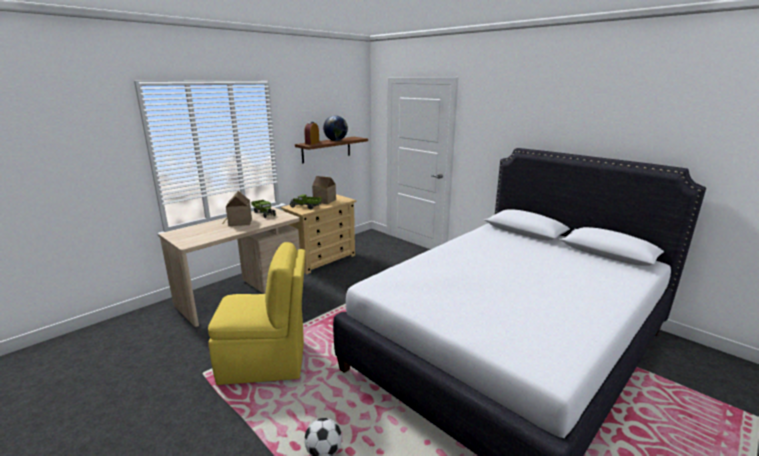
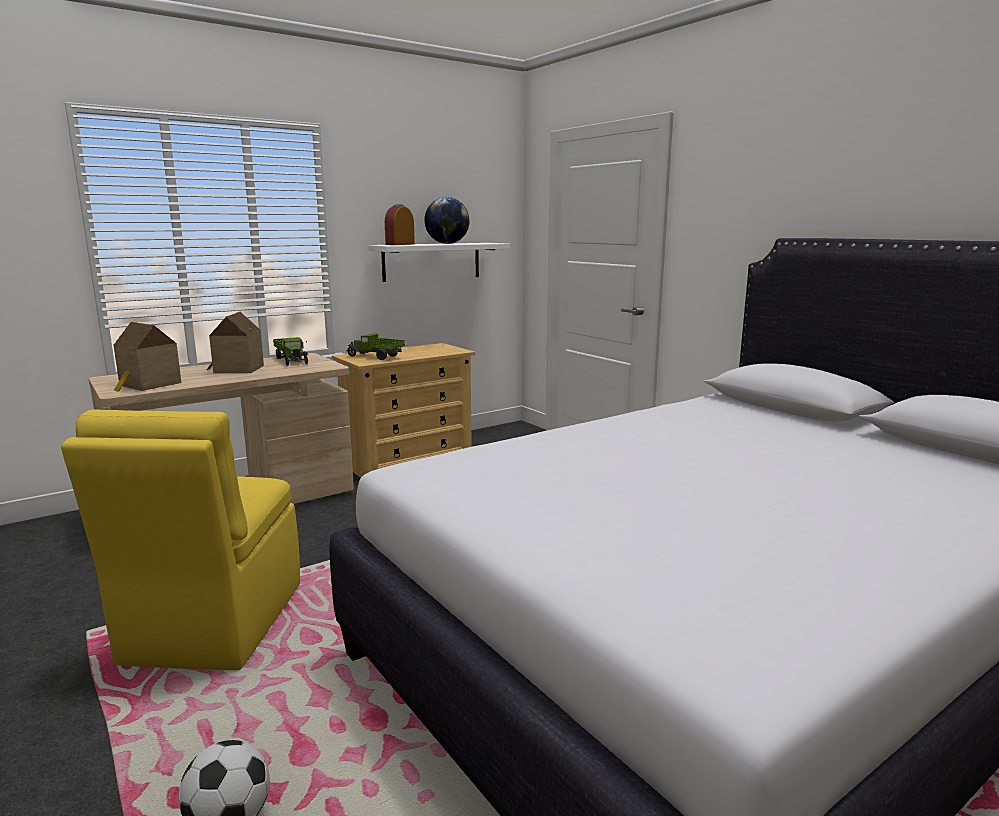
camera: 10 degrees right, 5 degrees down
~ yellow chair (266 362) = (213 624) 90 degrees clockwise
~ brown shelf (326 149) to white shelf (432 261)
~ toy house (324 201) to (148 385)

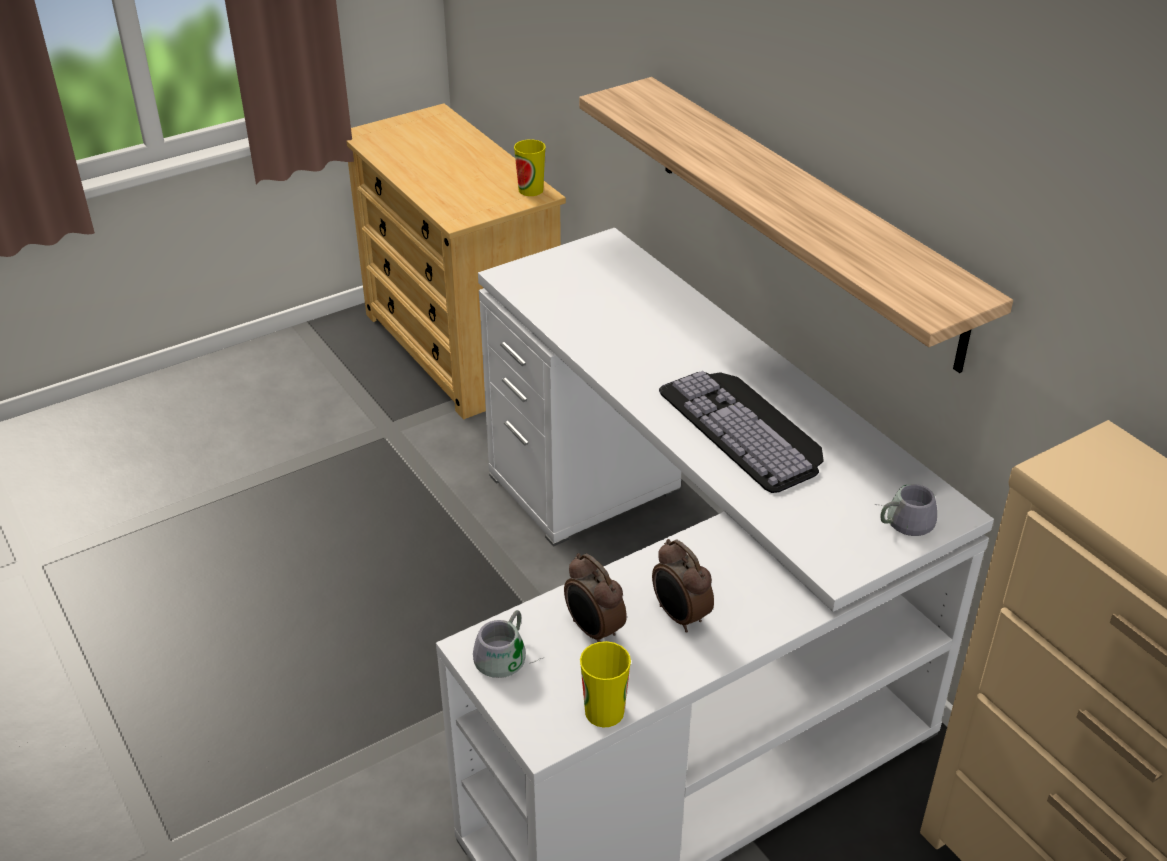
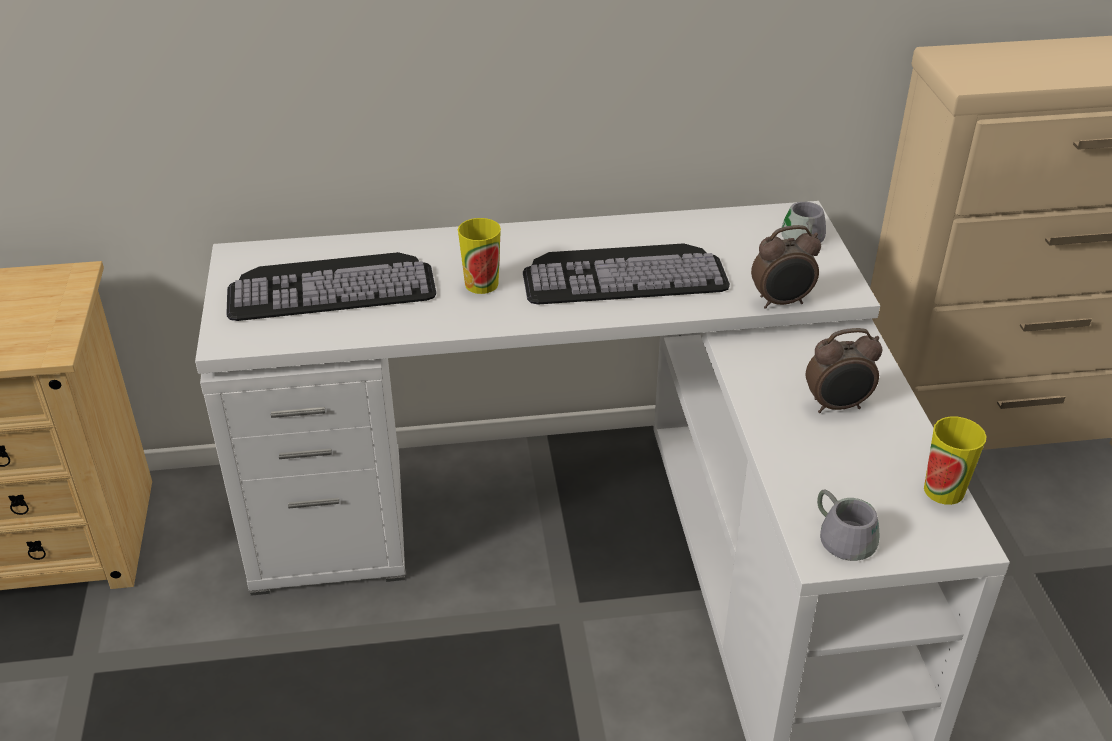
camera: 65 degrees left, 0 degrees up
~ cup (531 190) to (481 284)
~ alarm clock (593 631) to (782 302)
- shelf (803 217)
+ keyboard (333 285)

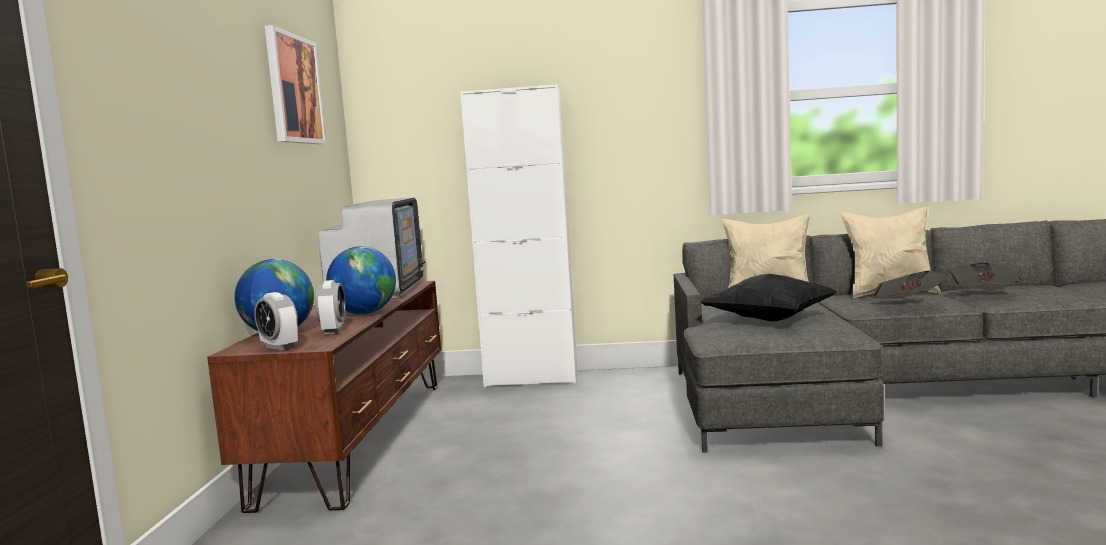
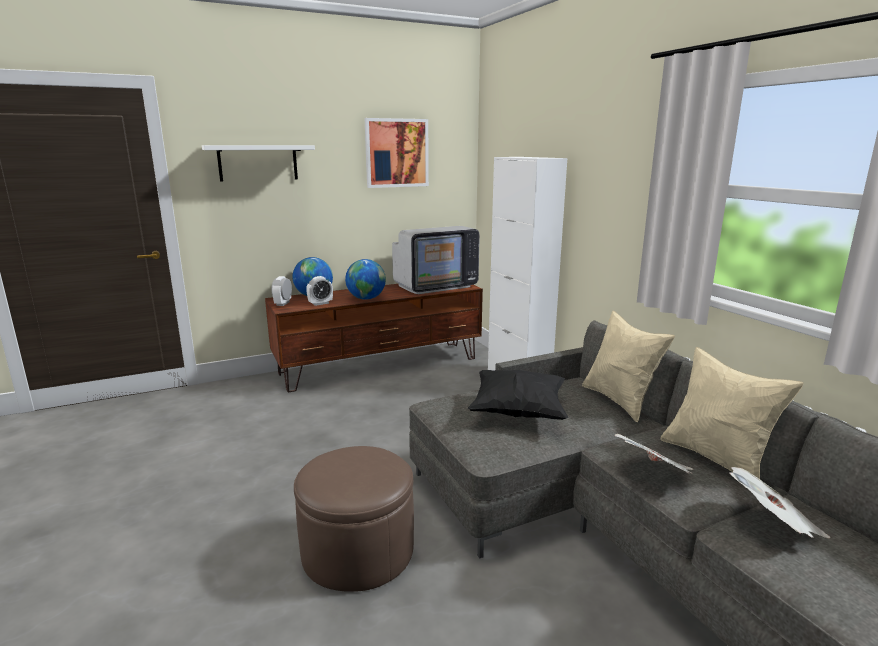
camera: 60 degrees right, 10 degrees up
+ white shelf (258 162)
+ brown ottoman (358 550)

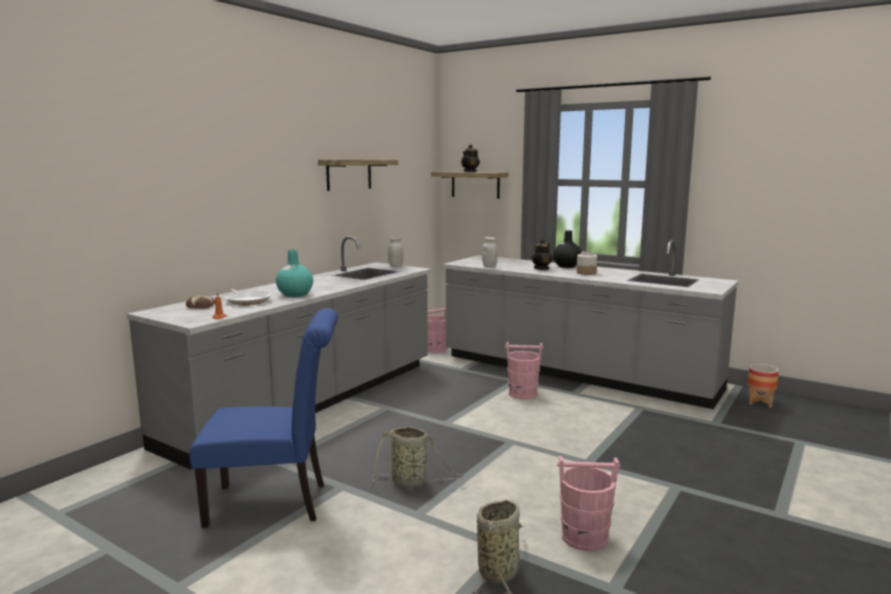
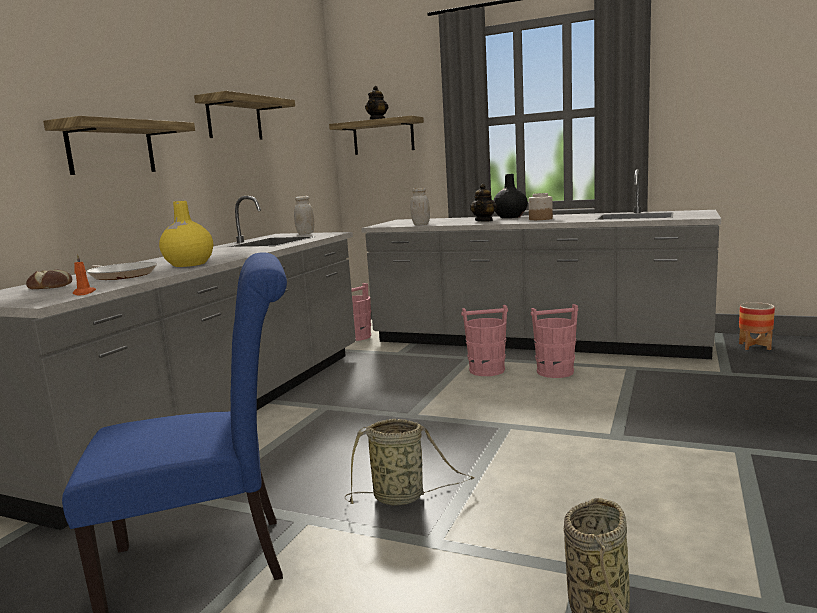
camera: 10 degrees left, 0 degrees up
~ turquoise vase (294 294) to yellow vase (188 264)
~ pink bucket (585 537) to (555 372)
+ shelf (111 148)

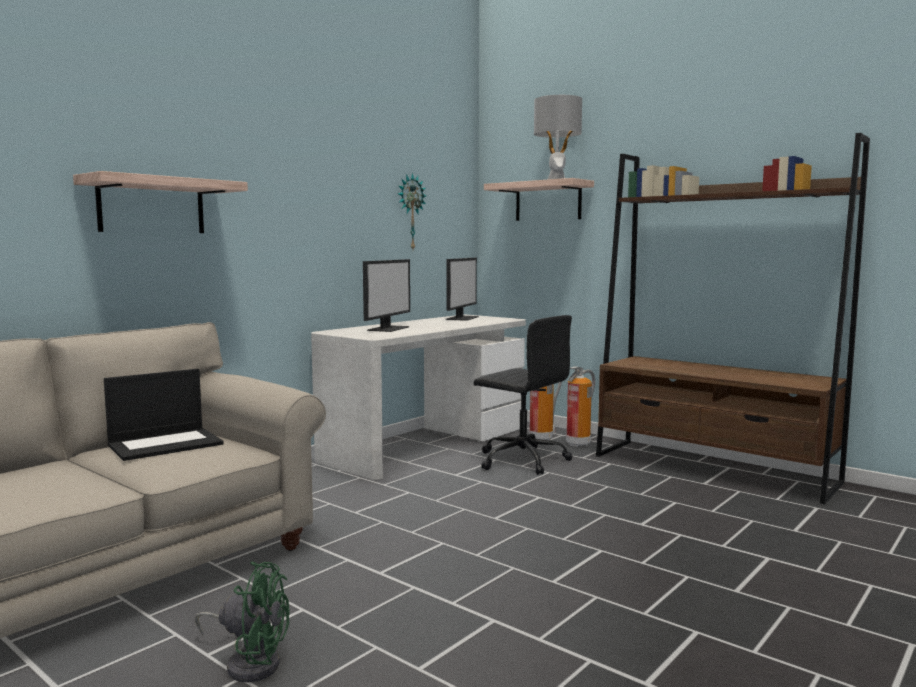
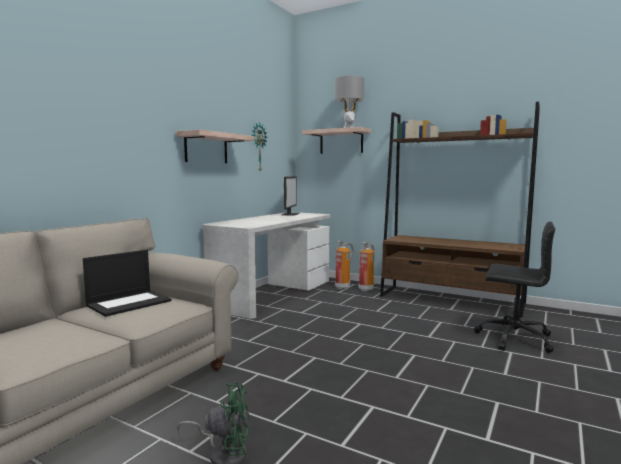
camera: 10 degrees left, 0 degrees up
~ shelf (152 206) to (206 148)
- monitor (388 328)
~ black office chair (521 460) to (513 338)

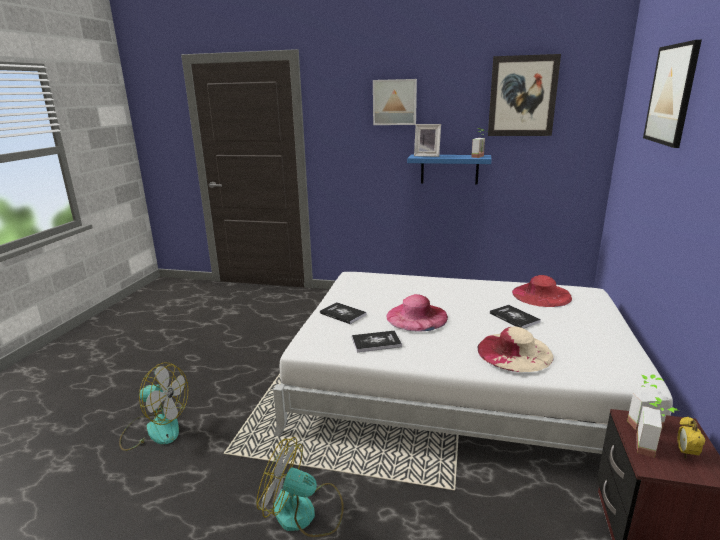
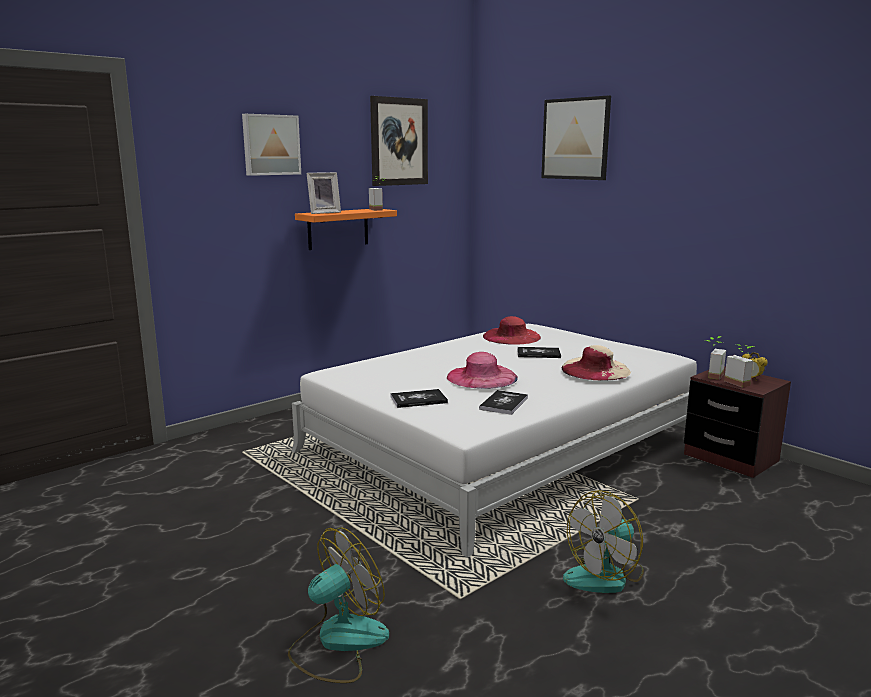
camera: 55 degrees left, 5 degrees down
~ blue shelf (449 169) to orange shelf (338 229)

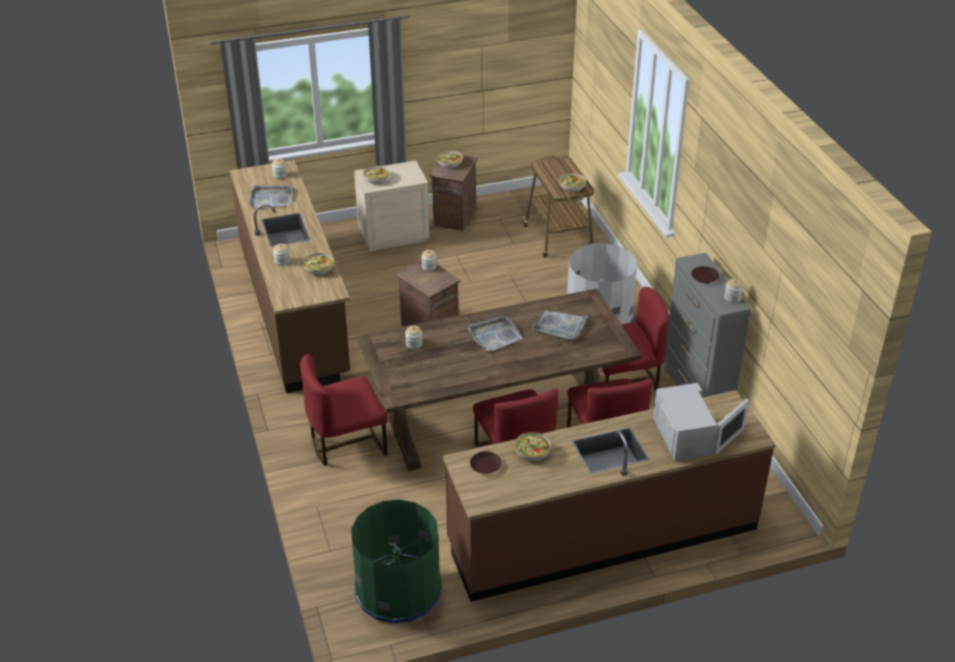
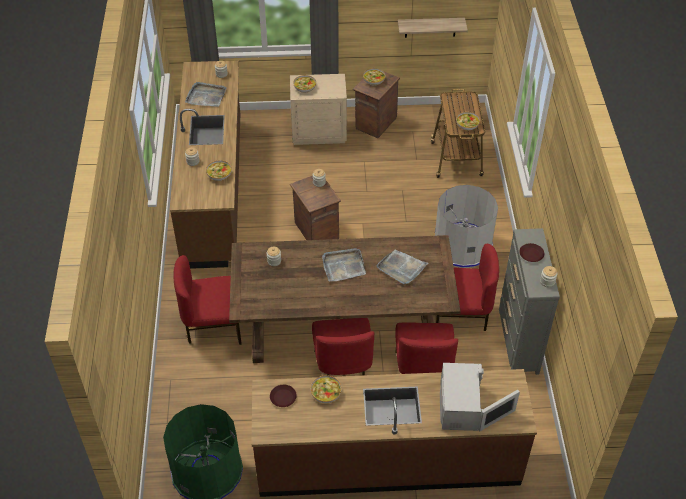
camera: 15 degrees right, 10 degrees up
+ shelf (430 27)

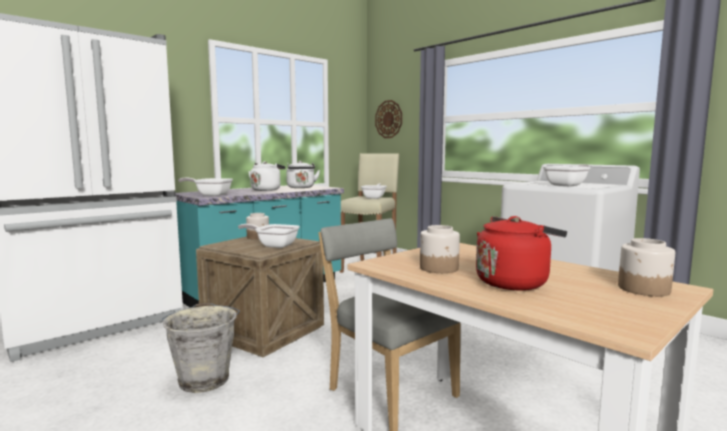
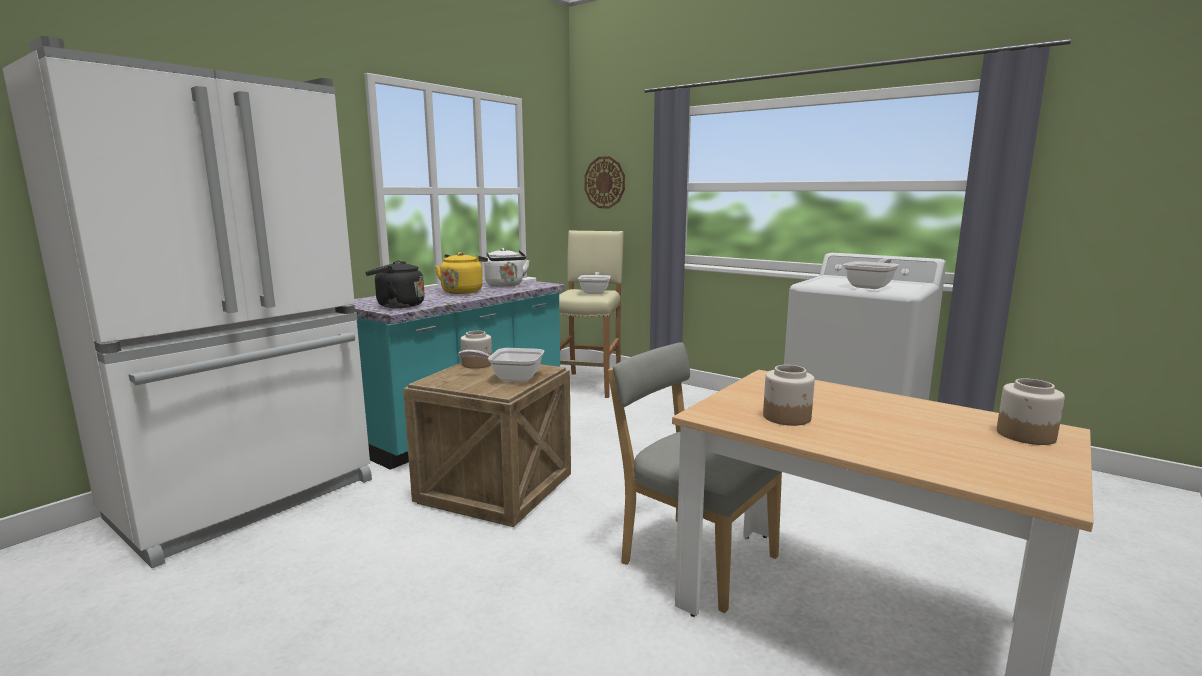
camera: 10 degrees left, 5 degrees up
- grey bucket (204 379)
~ frying pan (210 195) to black kettle (397 306)
~ white kettle (266 190) to yellow kettle (463 291)
- red kettle (514 282)

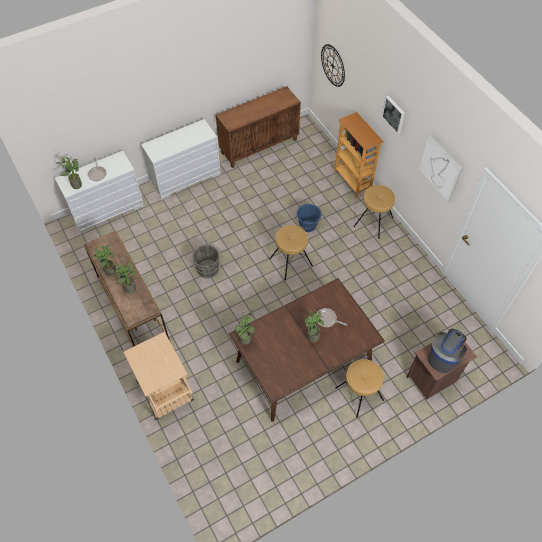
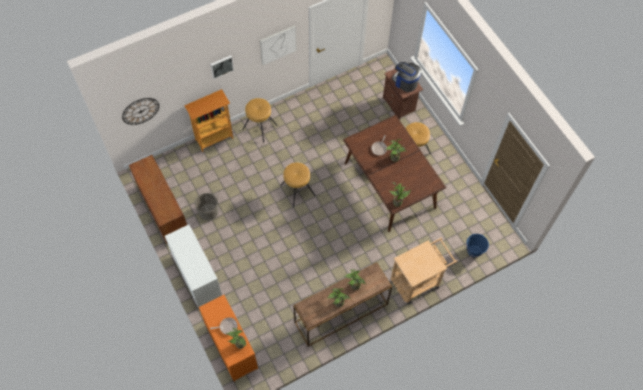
camera: 90 degrees left, 5 degrees up
~ white dresser (107 209) to orange dresser (231 346)
~ grey bucket (209 269) to (208 210)
~ blue bucket (308 226) to (474 251)

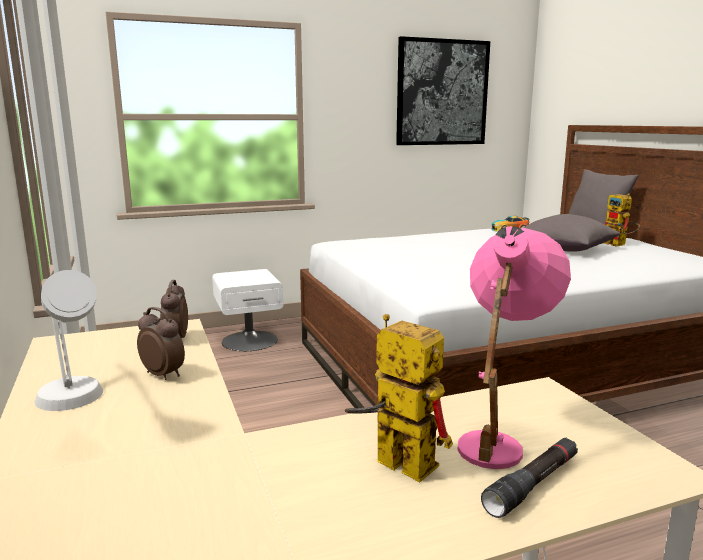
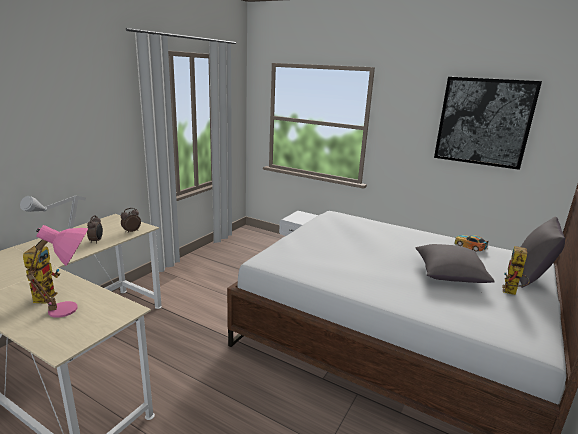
camera: 50 degrees right, 5 degrees up
- black flashlight (532 485)

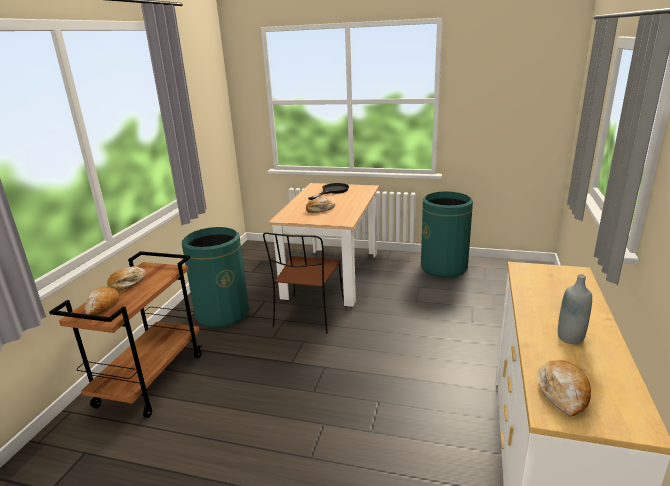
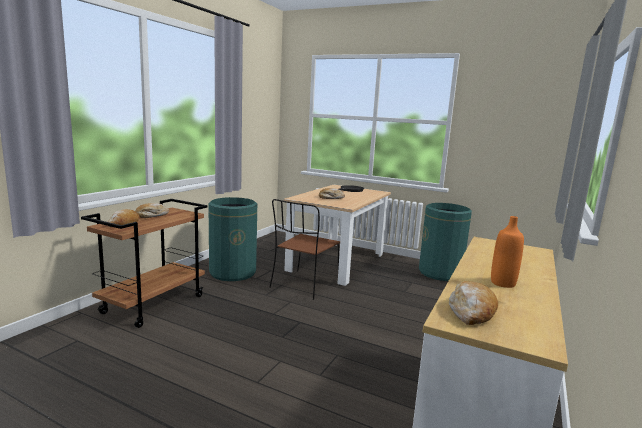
camera: 10 degrees right, 10 degrees down
~ grey bottle (570 337) to orange bottle (502 283)

